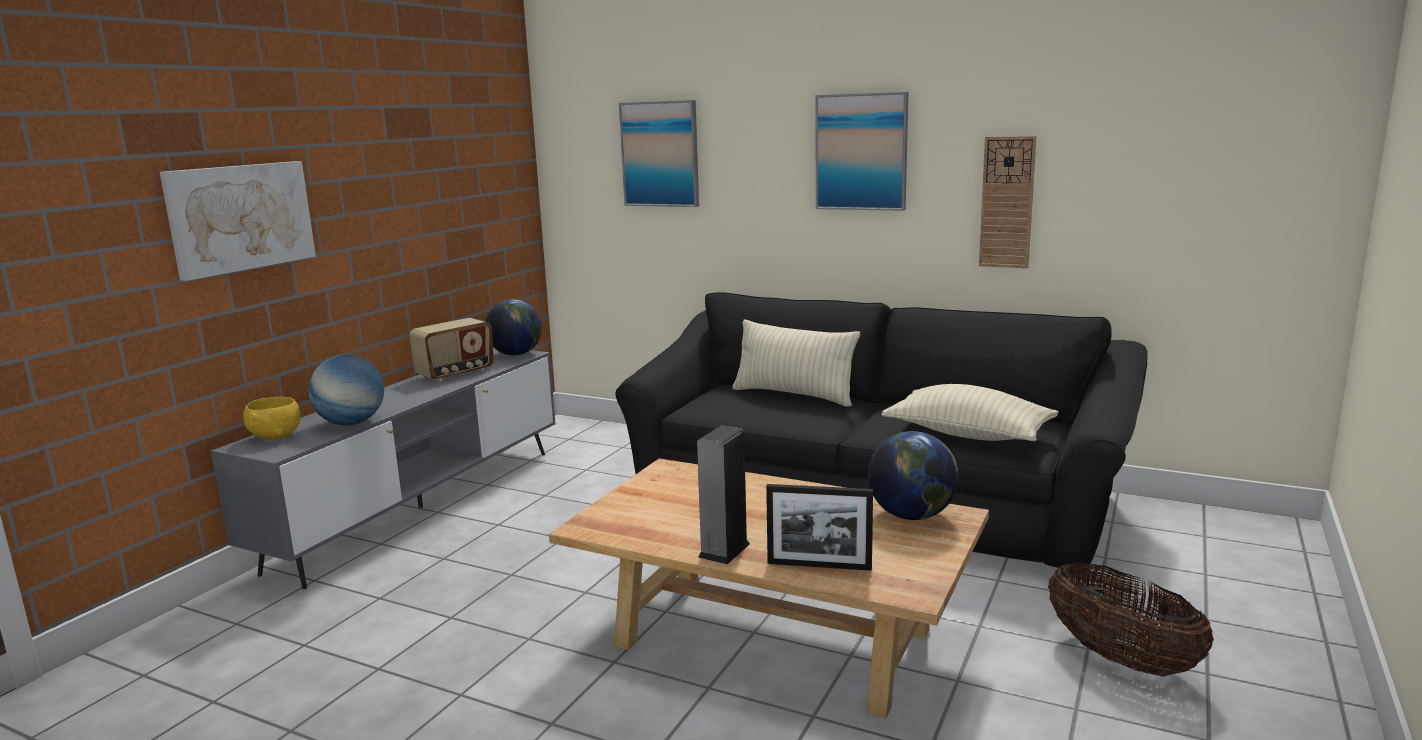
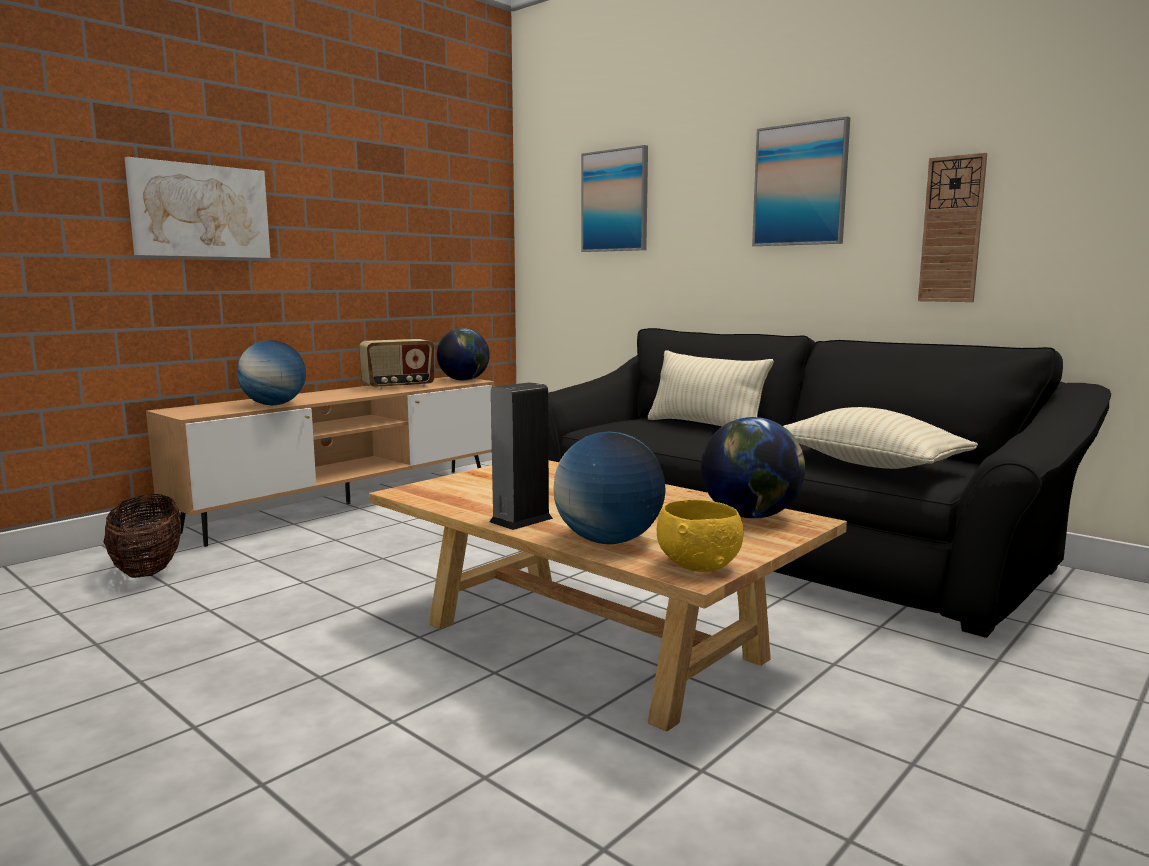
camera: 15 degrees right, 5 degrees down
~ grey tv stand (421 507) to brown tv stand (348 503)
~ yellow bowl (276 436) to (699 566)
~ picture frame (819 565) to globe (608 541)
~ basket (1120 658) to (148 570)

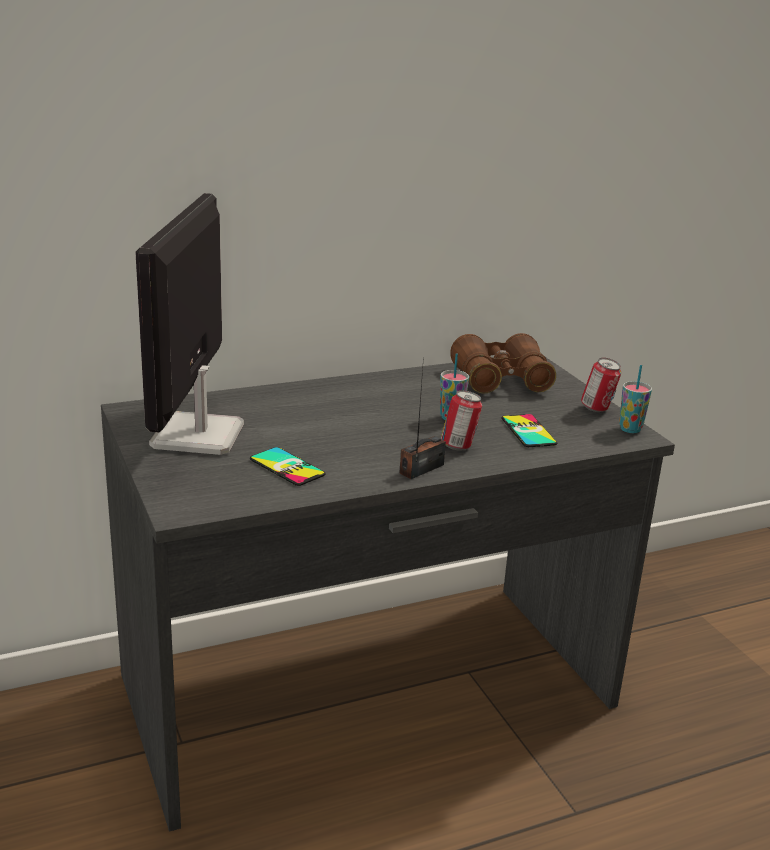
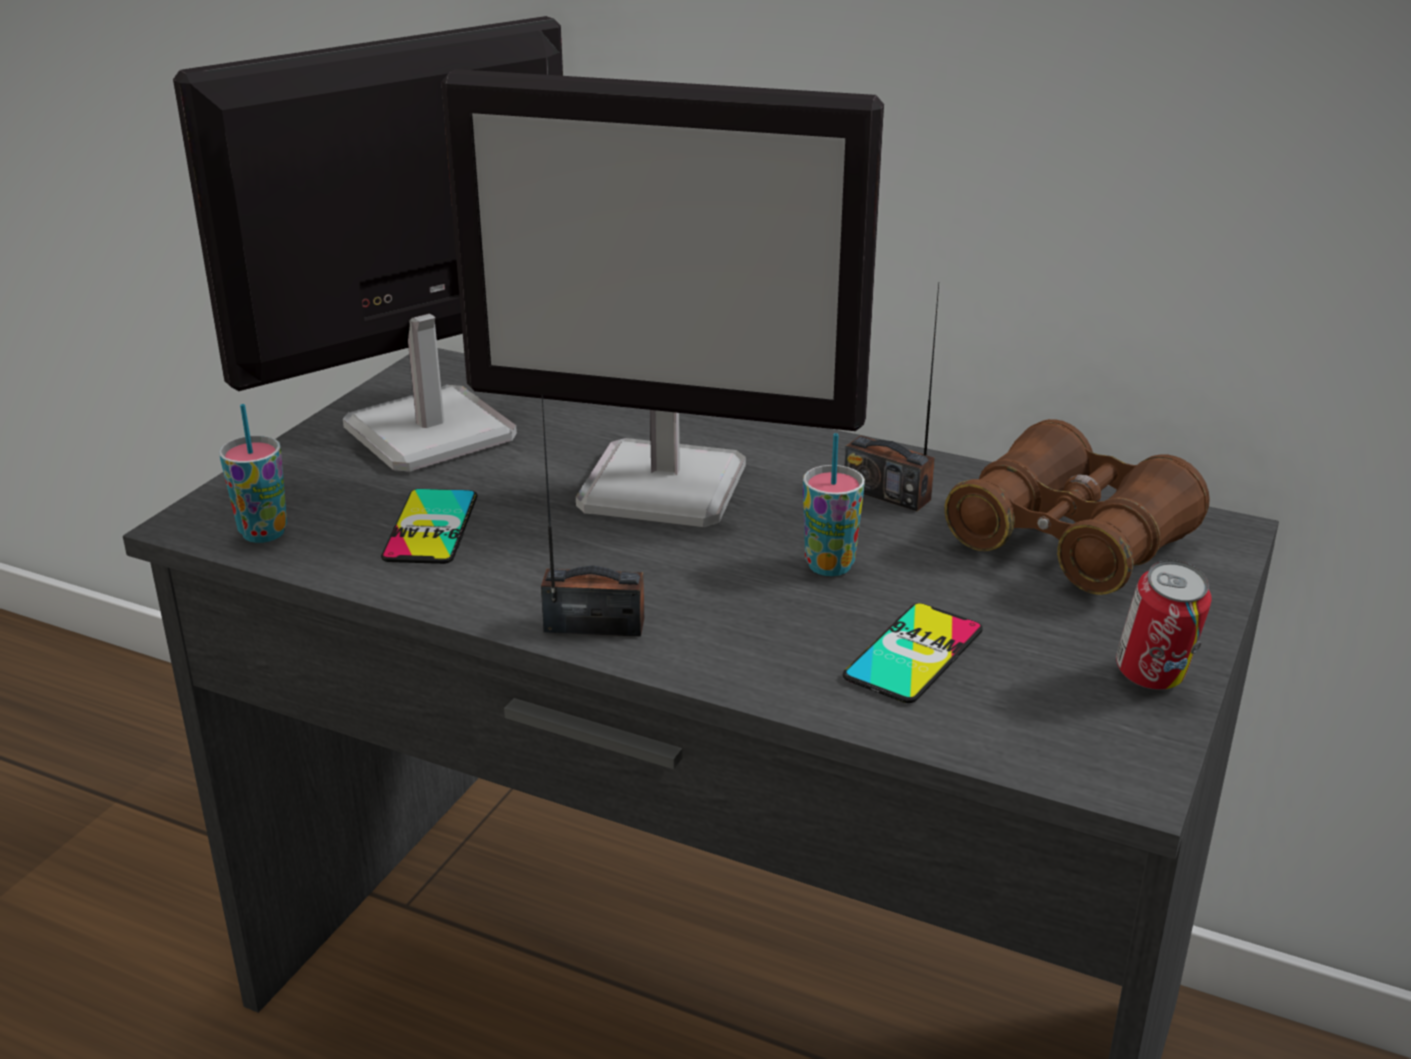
camera: 50 degrees right, 5 degrees up
- can (459 447)
~ cup (630 429) to (263 533)
+ monitor (667 487)
+ radio (887 493)

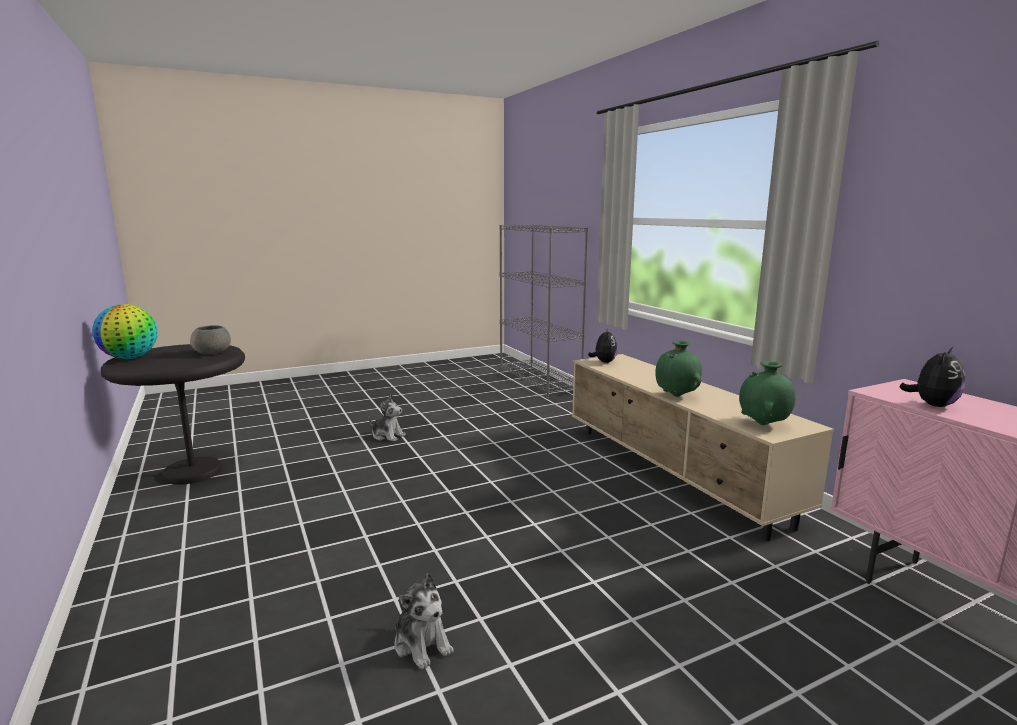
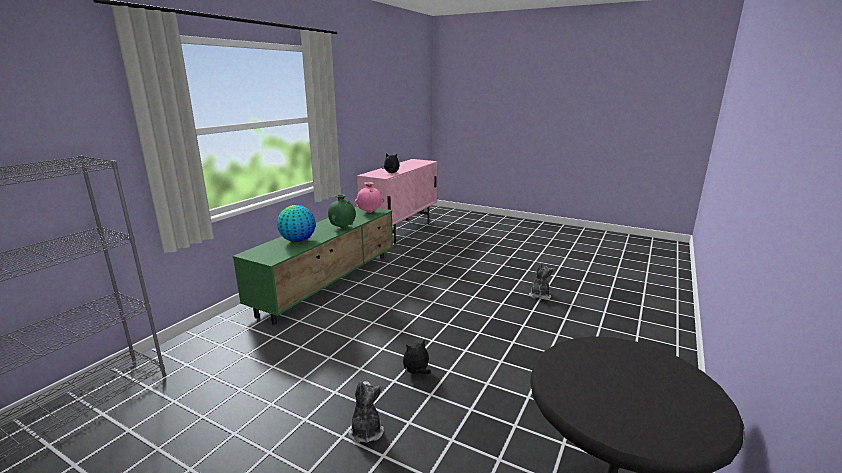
camera: 125 degrees left, 5 degrees up
~ globe (130 358) to (298 241)
- grey bowl (213 353)
~ beige tv stand (673 473) to green tv stand (329 283)
~ plush toy (604 362) to (416 372)
~ green vase (763 424) to pink vase (370 212)

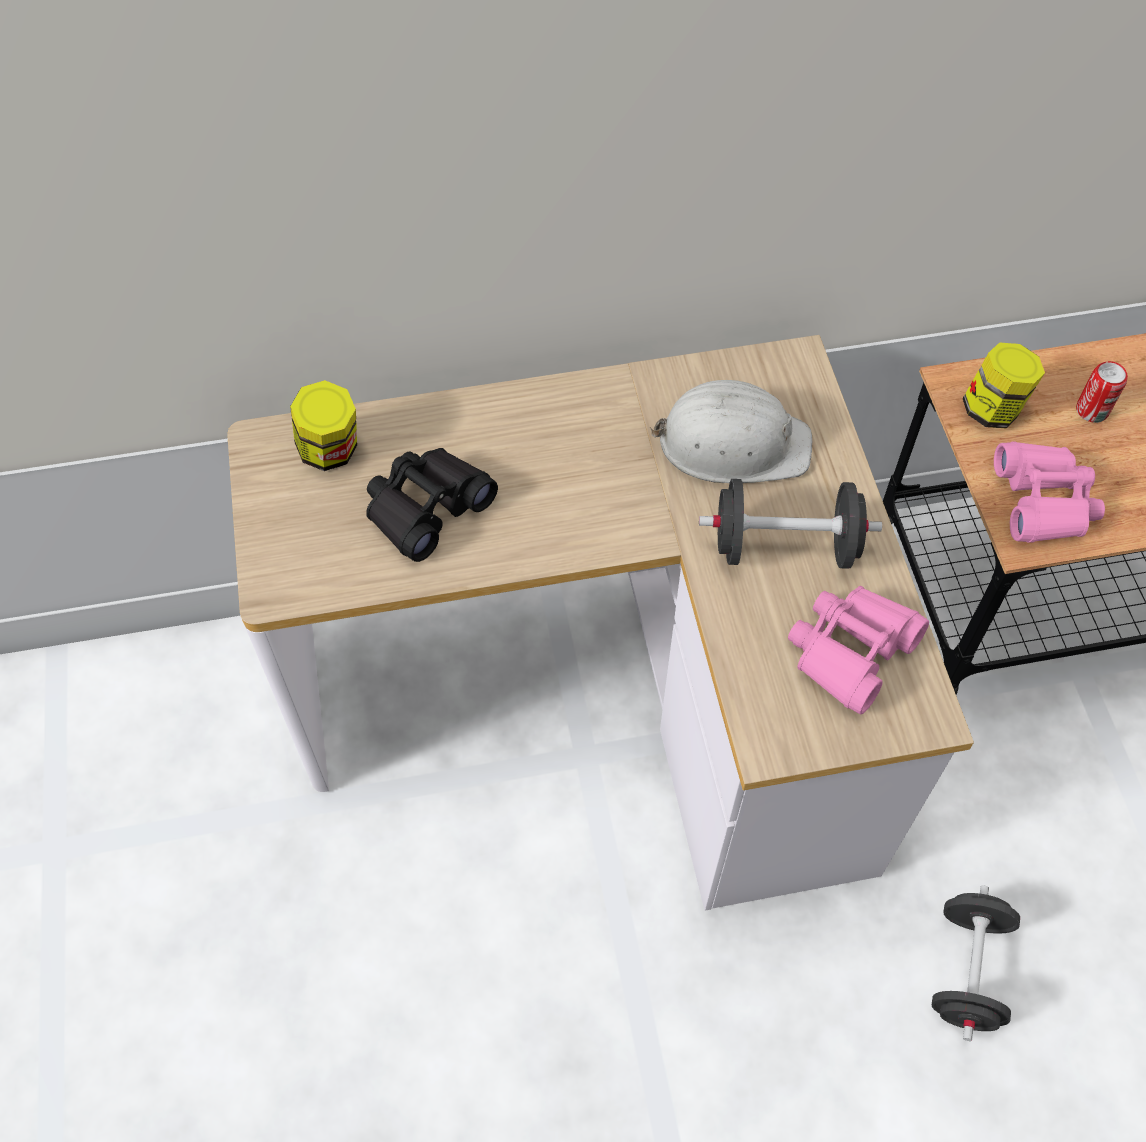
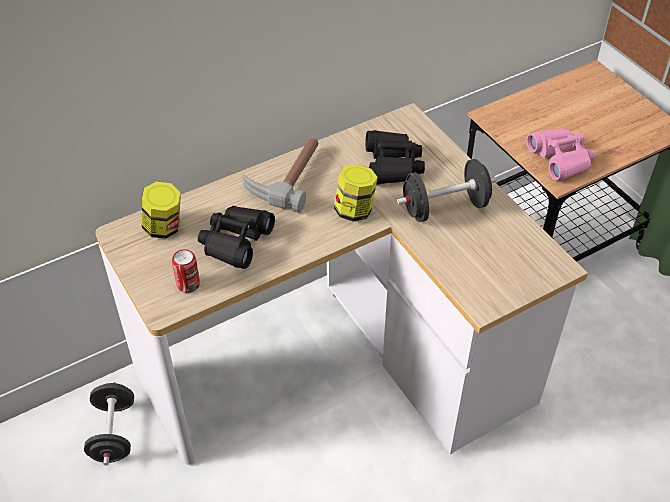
camera: 20 degrees left, 10 degrees down
~ white hard hat (732 443) to black binoculars (392 165)
- pink binoculars (850 651)
~ black dumbbell (967 971) to (113 433)
~ jar (992 409) to (355 210)
~ can (1092 410) to (188 284)
+ hammer (285 176)

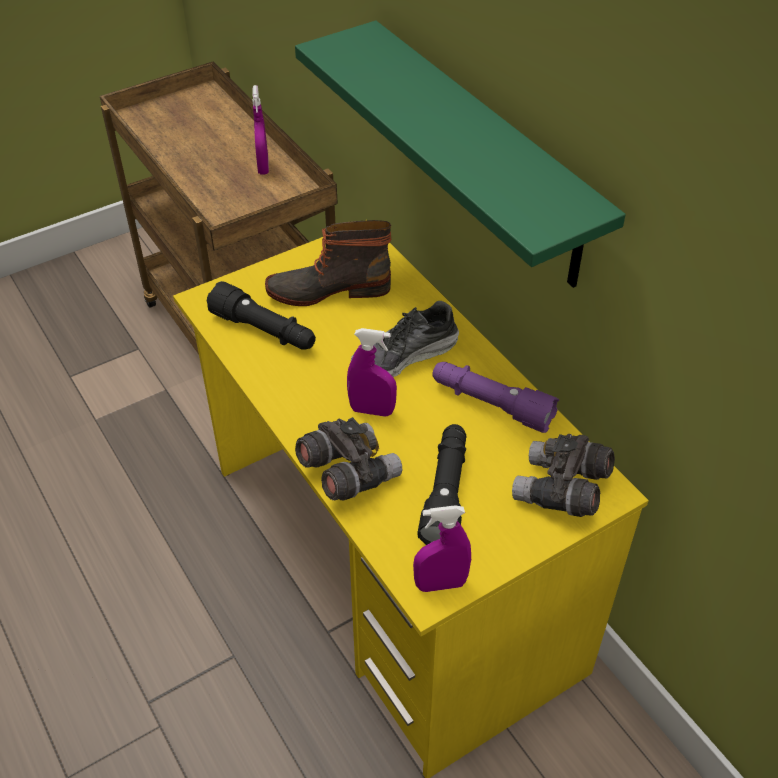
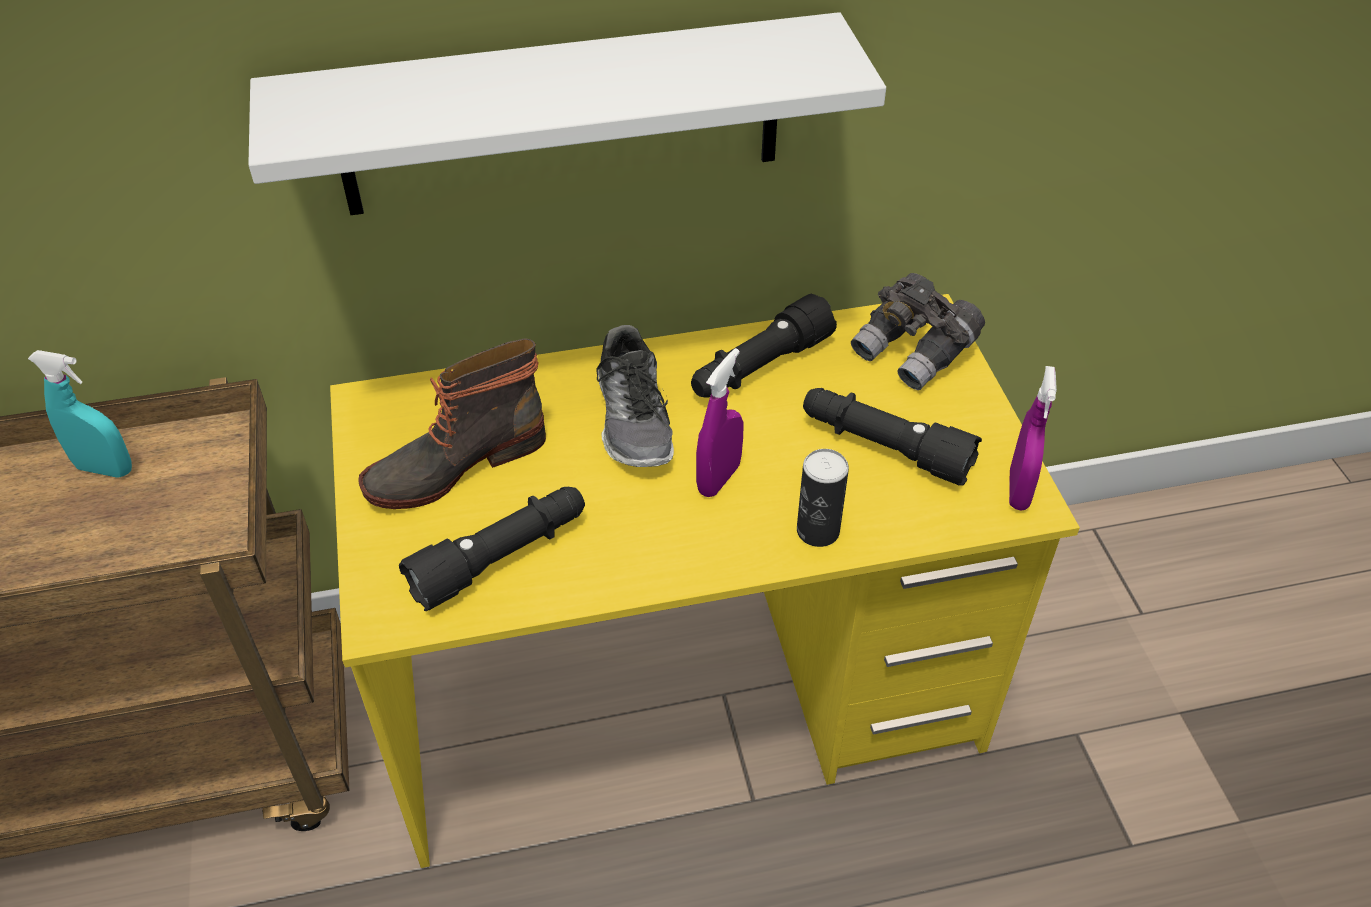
camera: 70 degrees left, 0 degrees up
~ purple spray bottle (263 167) to turquoise spray bottle (105 469)
~ boot (328 289) = (455 463) 45 degrees clockwise
~ green shelf (482 155) to white shelf (561 117)
~ grey binoculars (348 473) to can (818 531)
~ purple flashlight (491 404) to black flashlight (759 367)

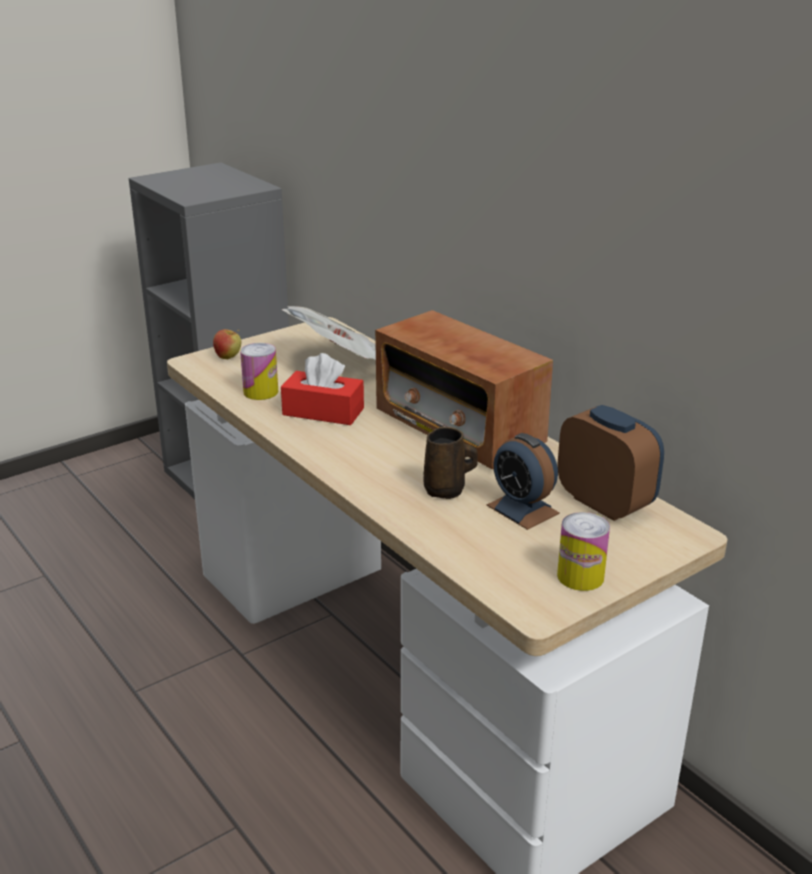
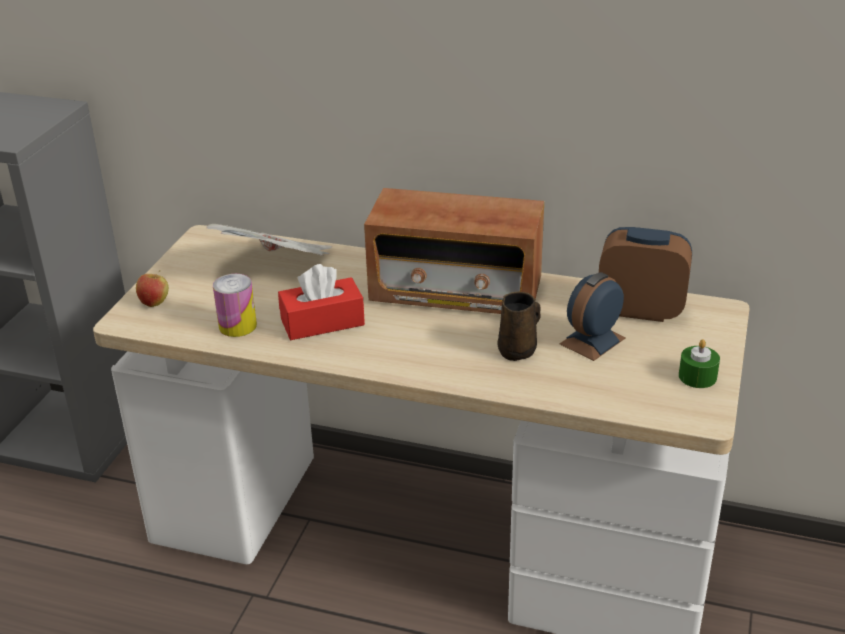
camera: 35 degrees left, 5 degrees up
~ alarm clock (522 509) = (592 341) 120 degrees clockwise
~ can (580 576) to green candle (697 376)

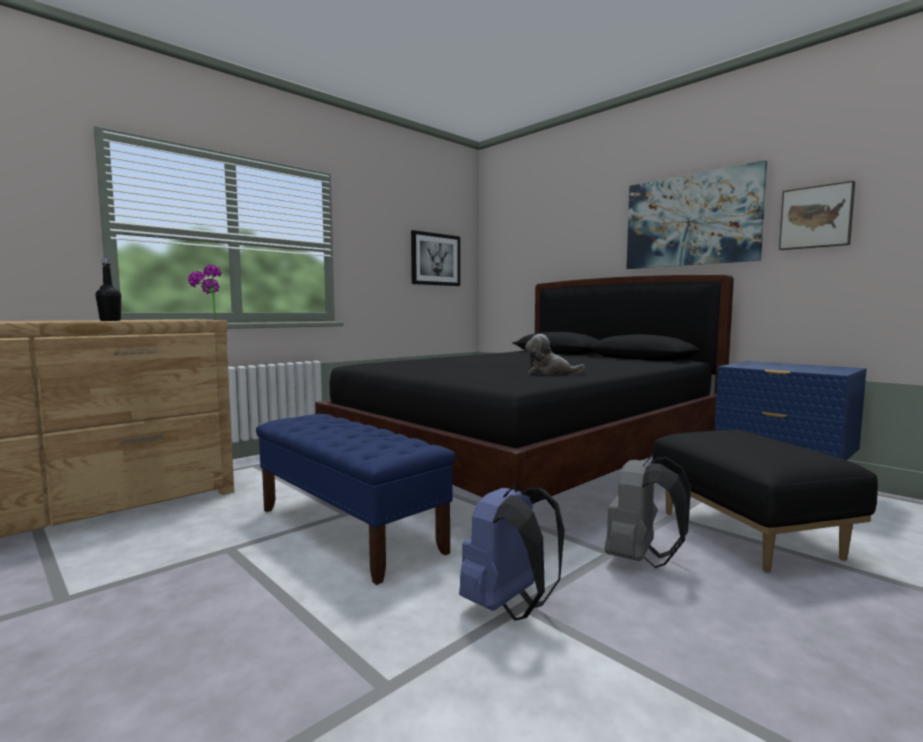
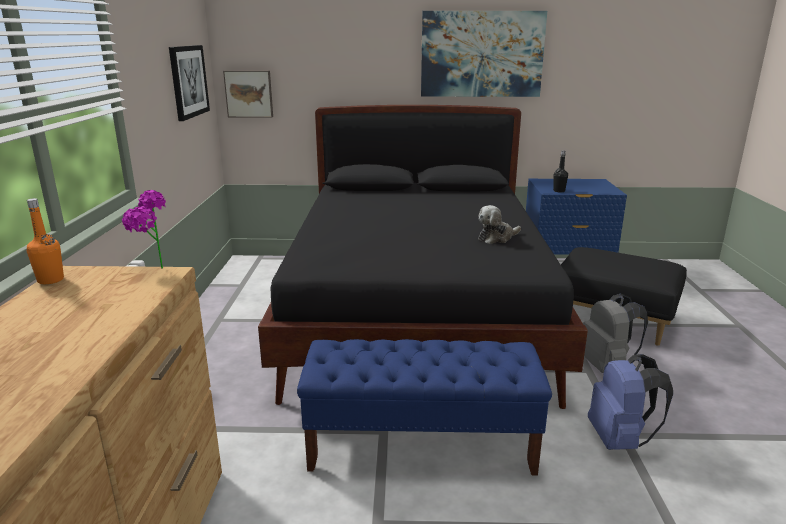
camera: 45 degrees left, 15 degrees up
~ black bottle (110 320) to (559 191)
~ picture (816 217) to (249 93)
+ orange bottle (50 280)

